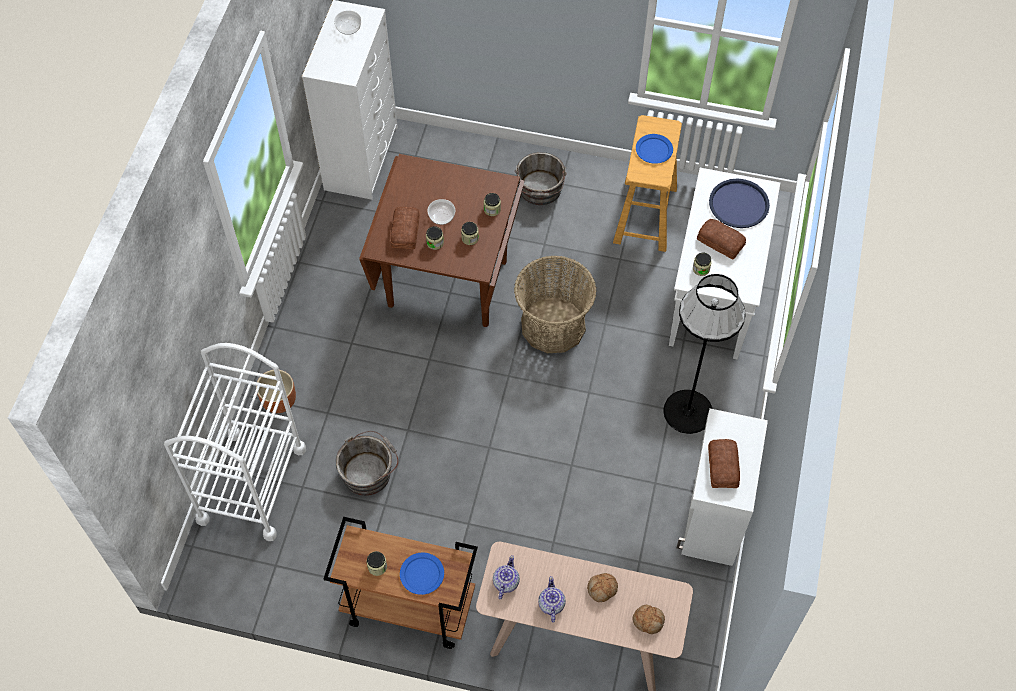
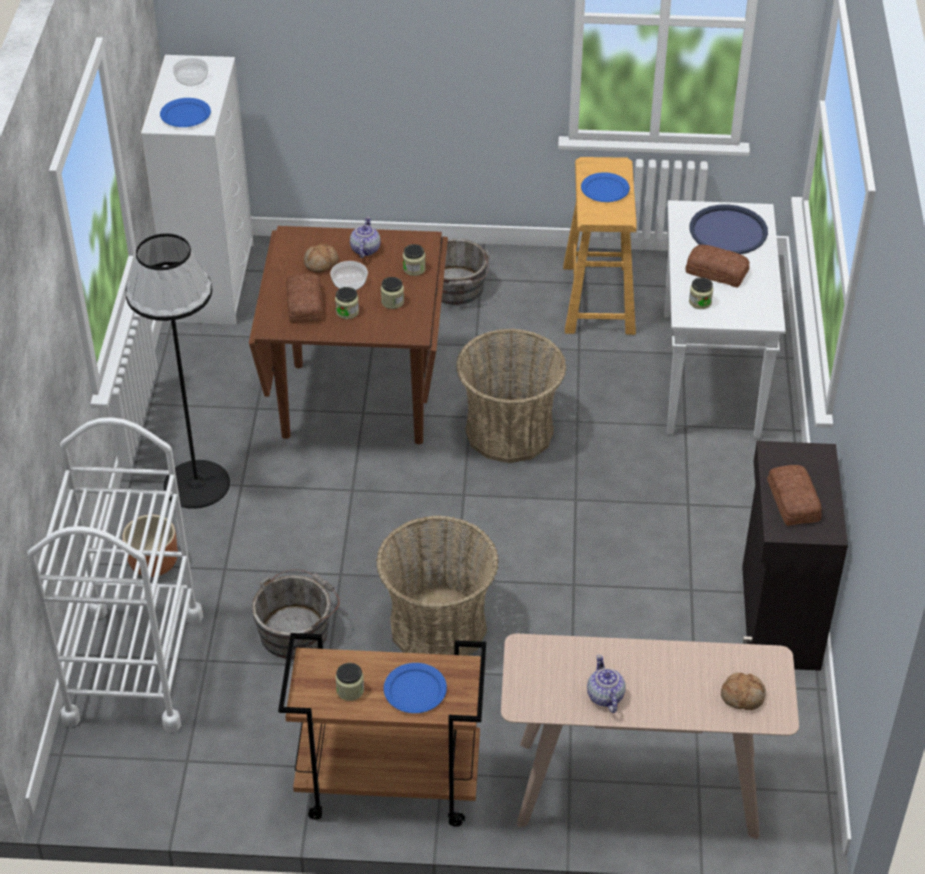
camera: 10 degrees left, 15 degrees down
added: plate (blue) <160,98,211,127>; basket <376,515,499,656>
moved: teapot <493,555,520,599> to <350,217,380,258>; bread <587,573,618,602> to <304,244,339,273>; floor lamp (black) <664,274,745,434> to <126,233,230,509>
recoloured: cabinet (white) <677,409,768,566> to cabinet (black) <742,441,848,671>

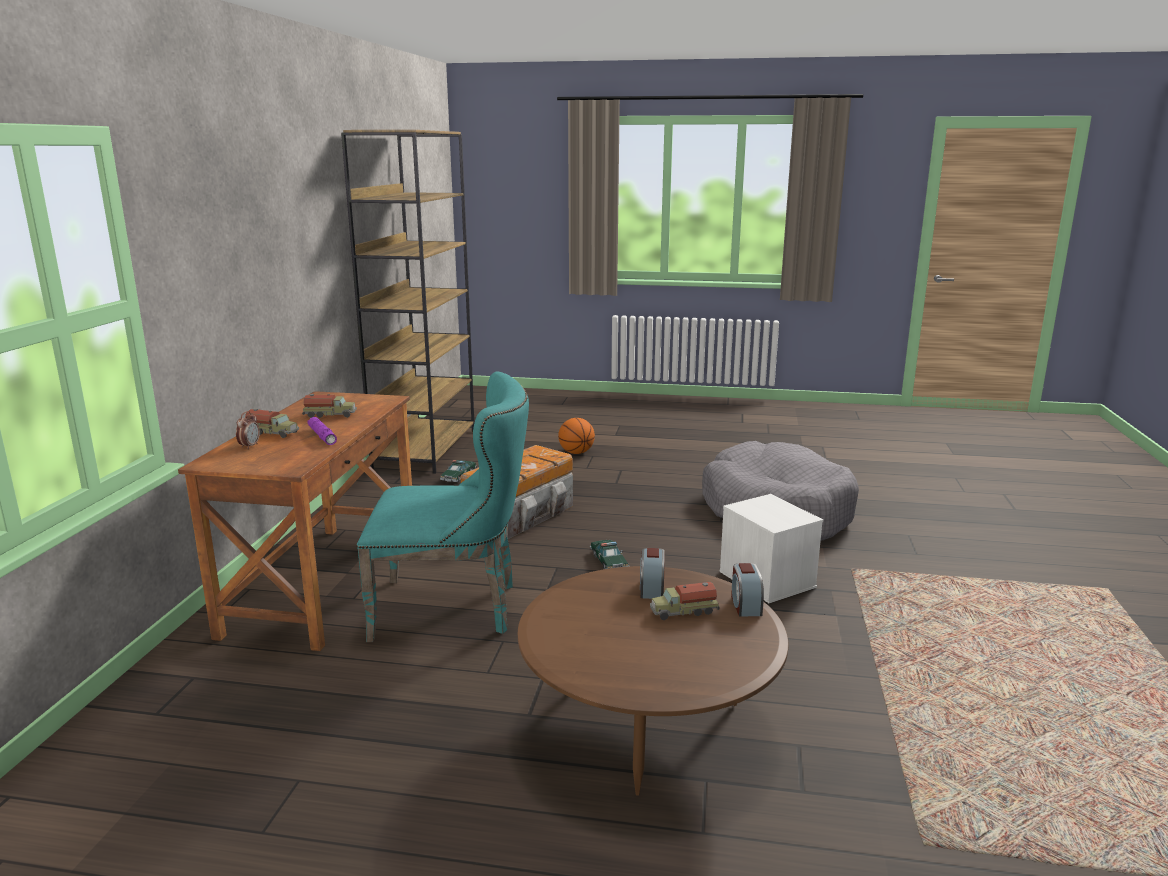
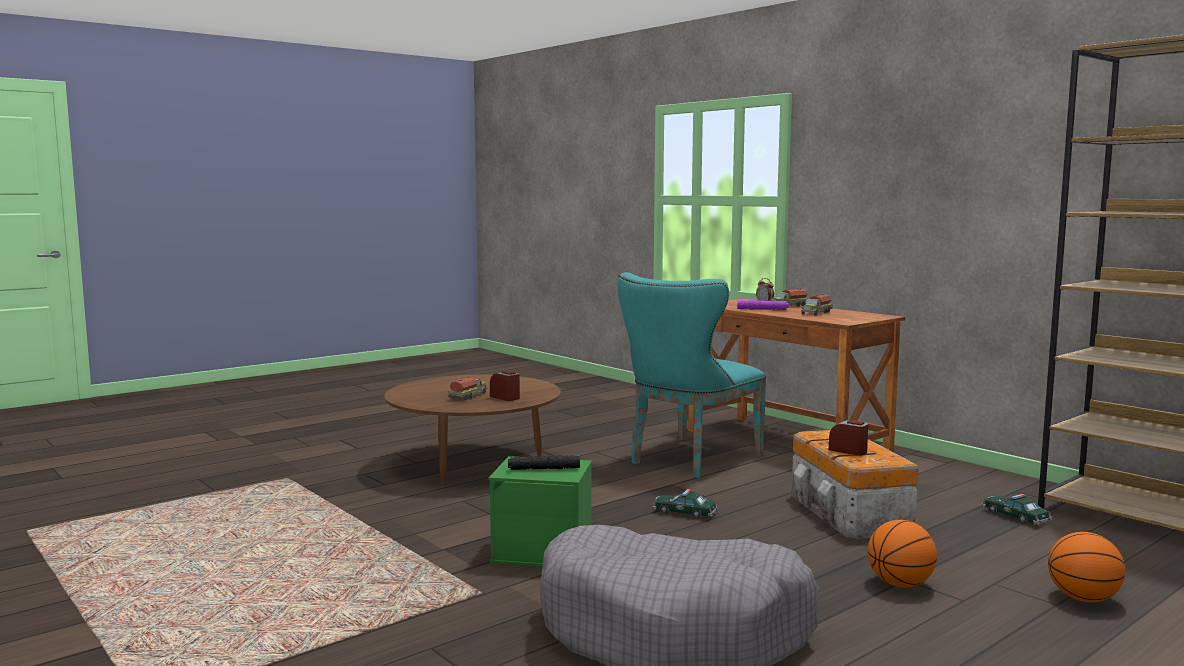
camera: 130 degrees right, 10 degrees down
added: flashlight (black) <508,455,580,470>; basketball <868,520,937,587>
moved: alarm clock <731,563,764,617> to <829,420,868,456>
recoloured: storage box (white) <720,494,823,603> to storage box (green) <489,456,592,567>

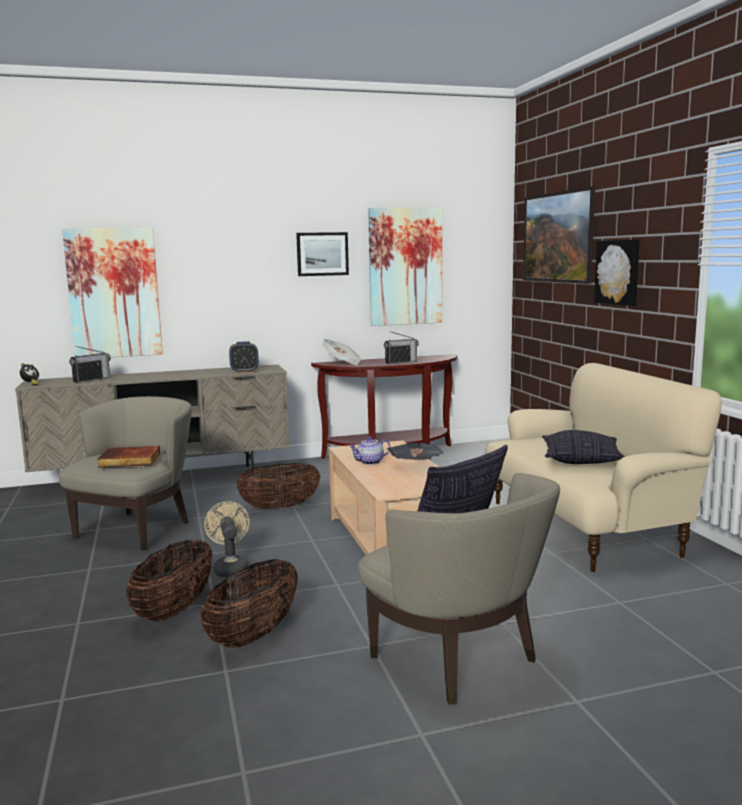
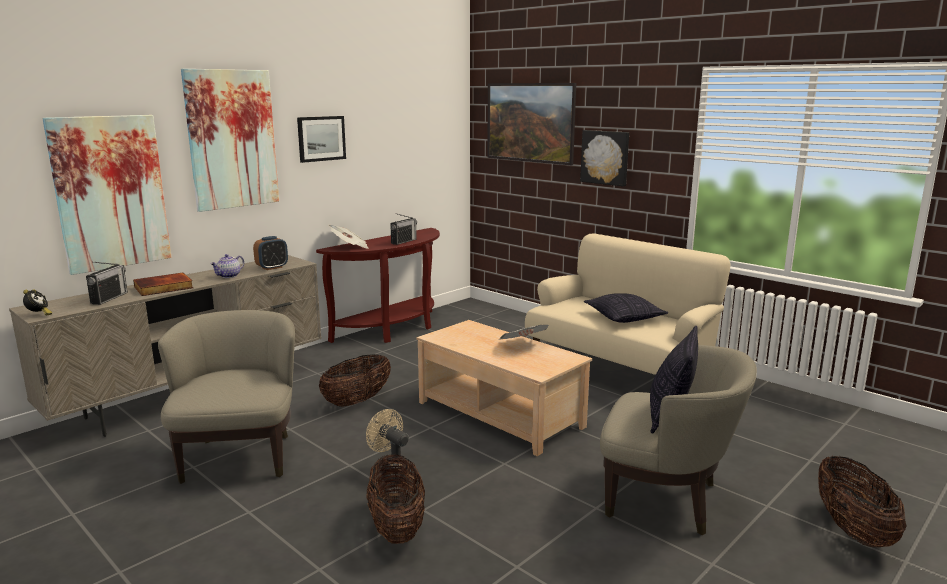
camera: 30 degrees left, 5 degrees up
moved: book <97,446,160,468> to <133,273,193,296>; basket <200,559,298,648> to <818,456,907,547>; teapot <349,437,390,465> to <210,254,244,278>; picture <368,208,442,326> to <181,69,279,212>

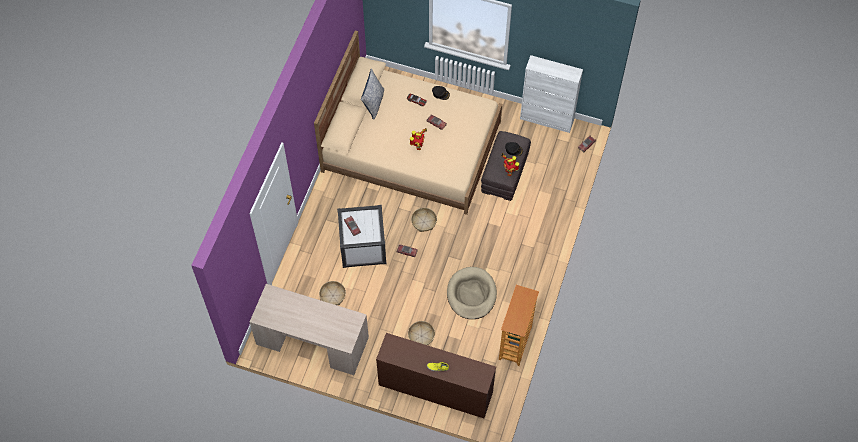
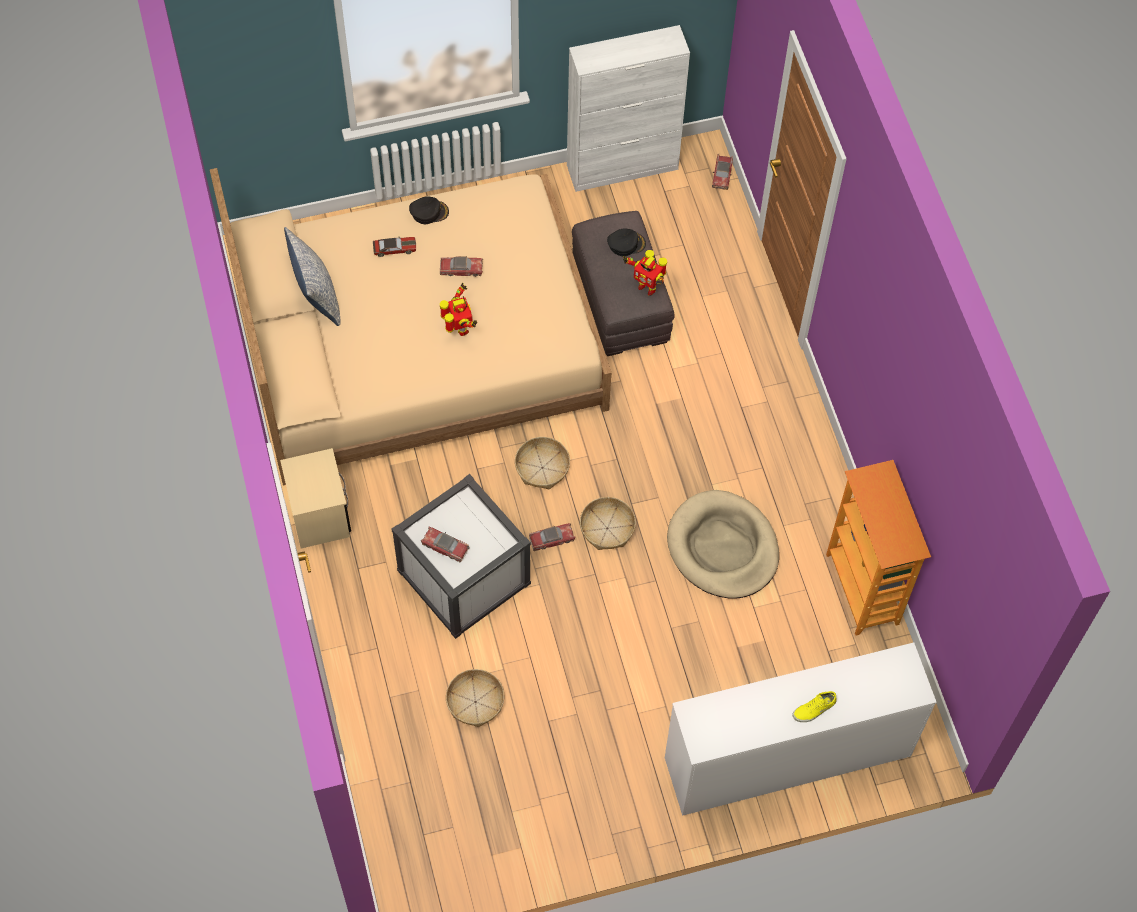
camera: 35 degrees left, 0 degrees up
removed: desk (beige) <250,284,369,375>
added: nightstand (beige) <280,448,351,548>
moved: basket <408,321,435,345> to <580,497,636,550>
recoloured: dresser (brown) <376,333,496,418> to dresser (white) <665,642,937,816>

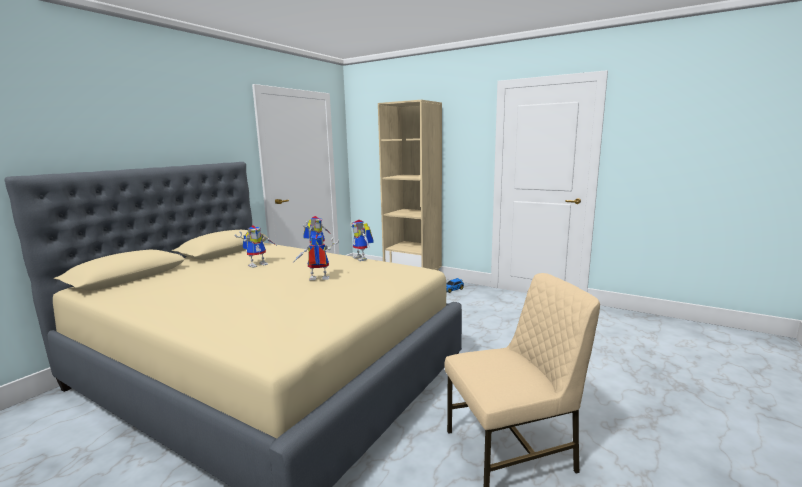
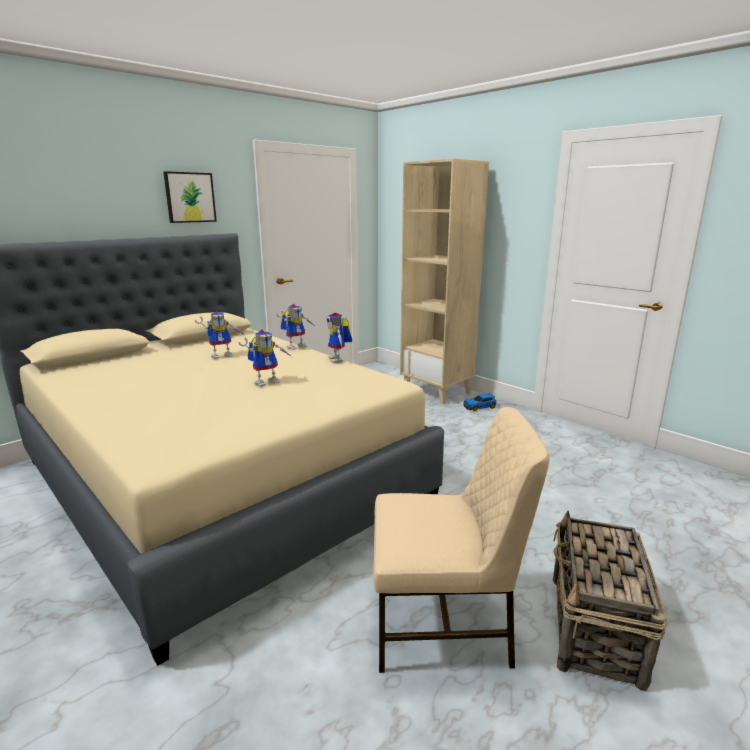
camera: 15 degrees right, 5 degrees up
added: picture <163,171,217,223>; basket <553,511,667,691>
turned: toy robot <294,234,339,280> = <238,330,292,387> 135 degrees clockwise

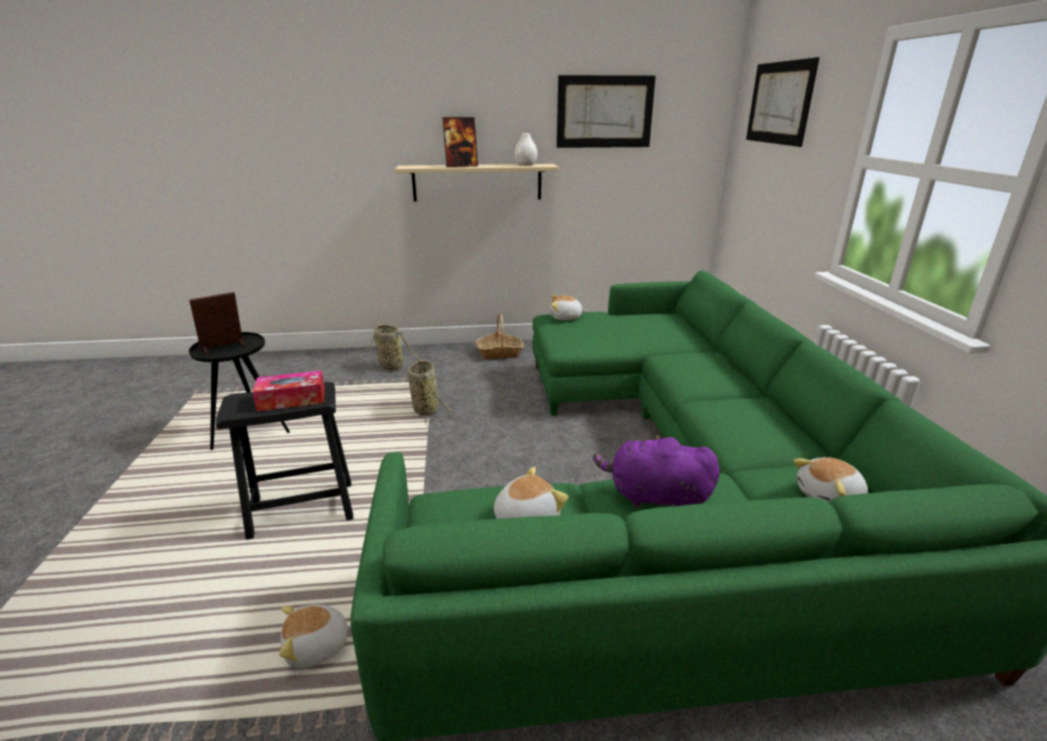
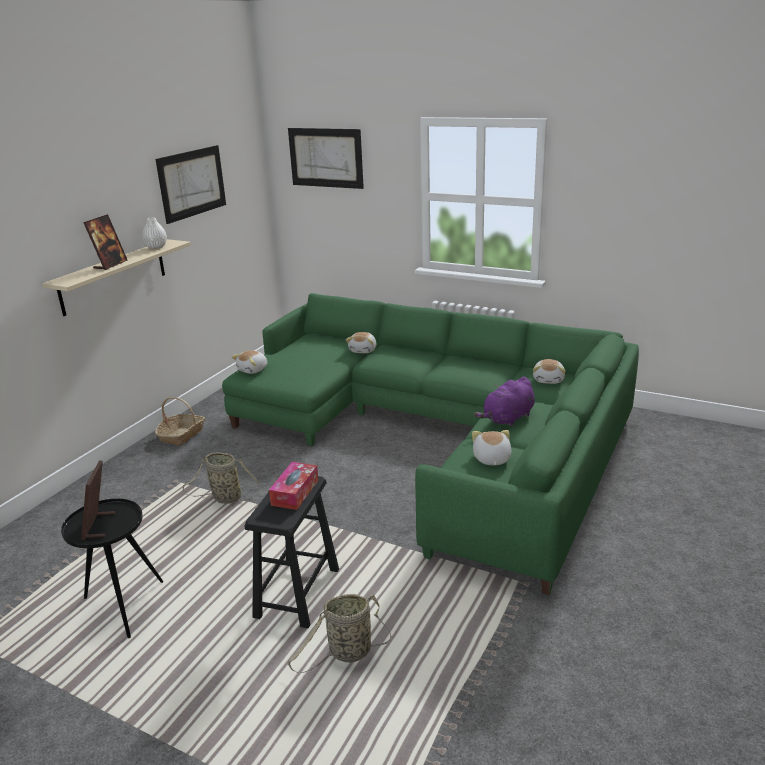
camera: 55 degrees left, 0 degrees up
moved: plush toy <279,605,351,669> to <346,332,377,353>; basket <361,324,420,372> to <287,594,392,673>

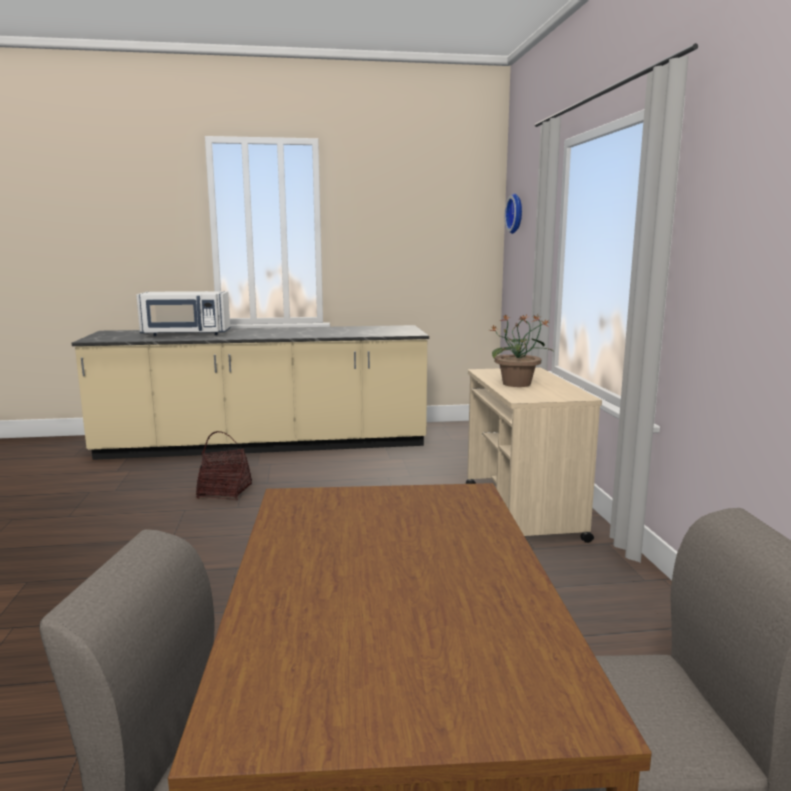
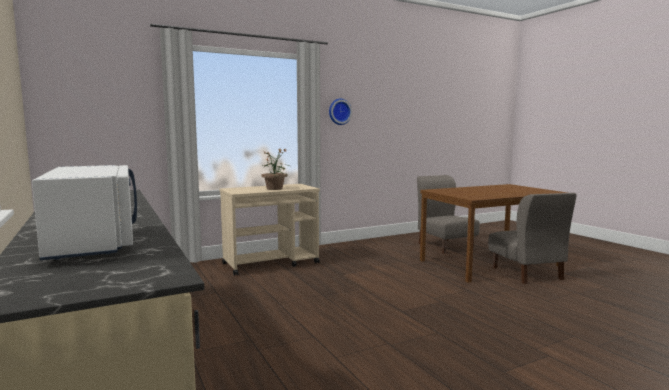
camera: 110 degrees left, 5 degrees down
removed: basket <196,431,252,500>
moved: wall clock <505,193,522,234> to <329,99,352,125>

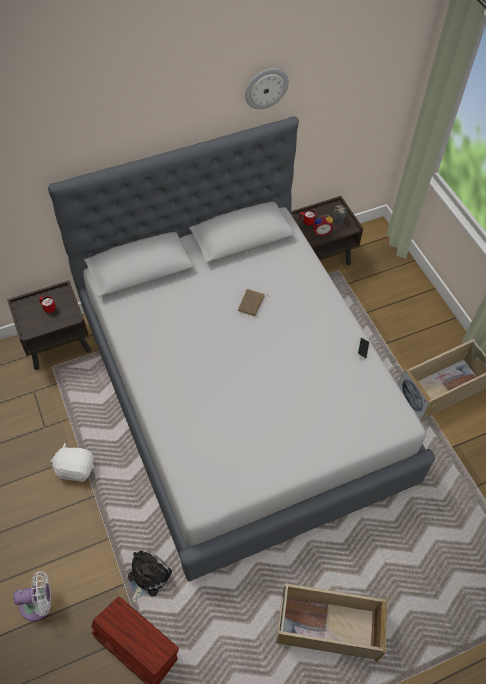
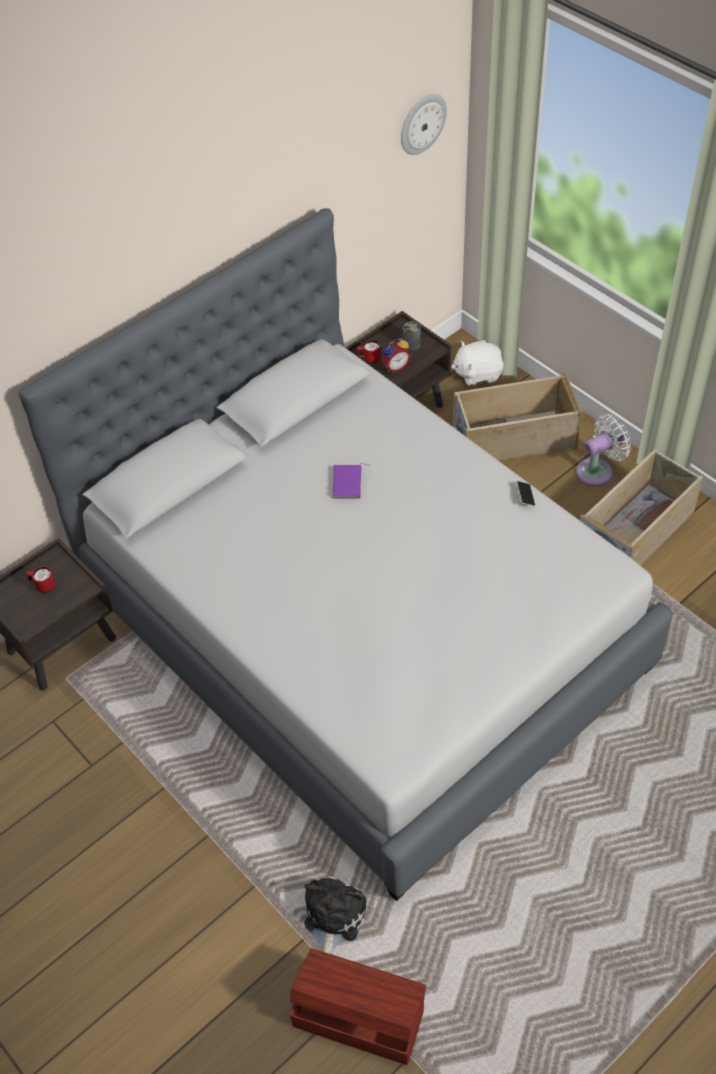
camera: 15 degrees left, 5 degrees down
moved: fan (white) <13,571,51,621> to <576,414,631,486>; plush toy (white) <50,442,94,482> to <451,340,504,386>; wall clock <245,68,289,109> to <401,94,447,155>; storage box (beige) <276,583,388,662> to <453,372,582,461>
recoloured: book (brown) <237,289,269,316> to book (purple) <332,463,370,499>

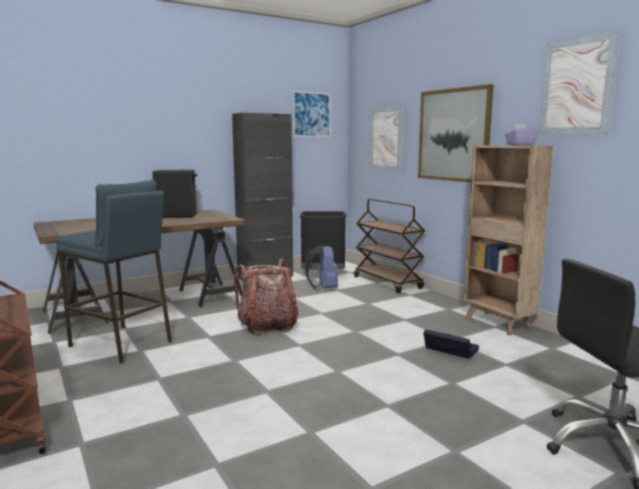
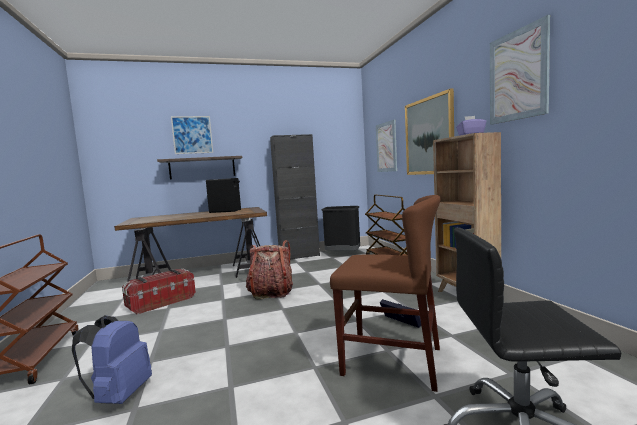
camera: 15 degrees right, 5 degrees down
added: shelf <157,156,242,180>; chair (brown) <330,195,440,392>
moved: picture <293,91,331,137> to <171,116,213,154>; backpack (blue) <305,244,338,291> to <72,315,152,404>
replaced: stool (blue) <56,180,172,364> to storage box <122,269,196,315>

